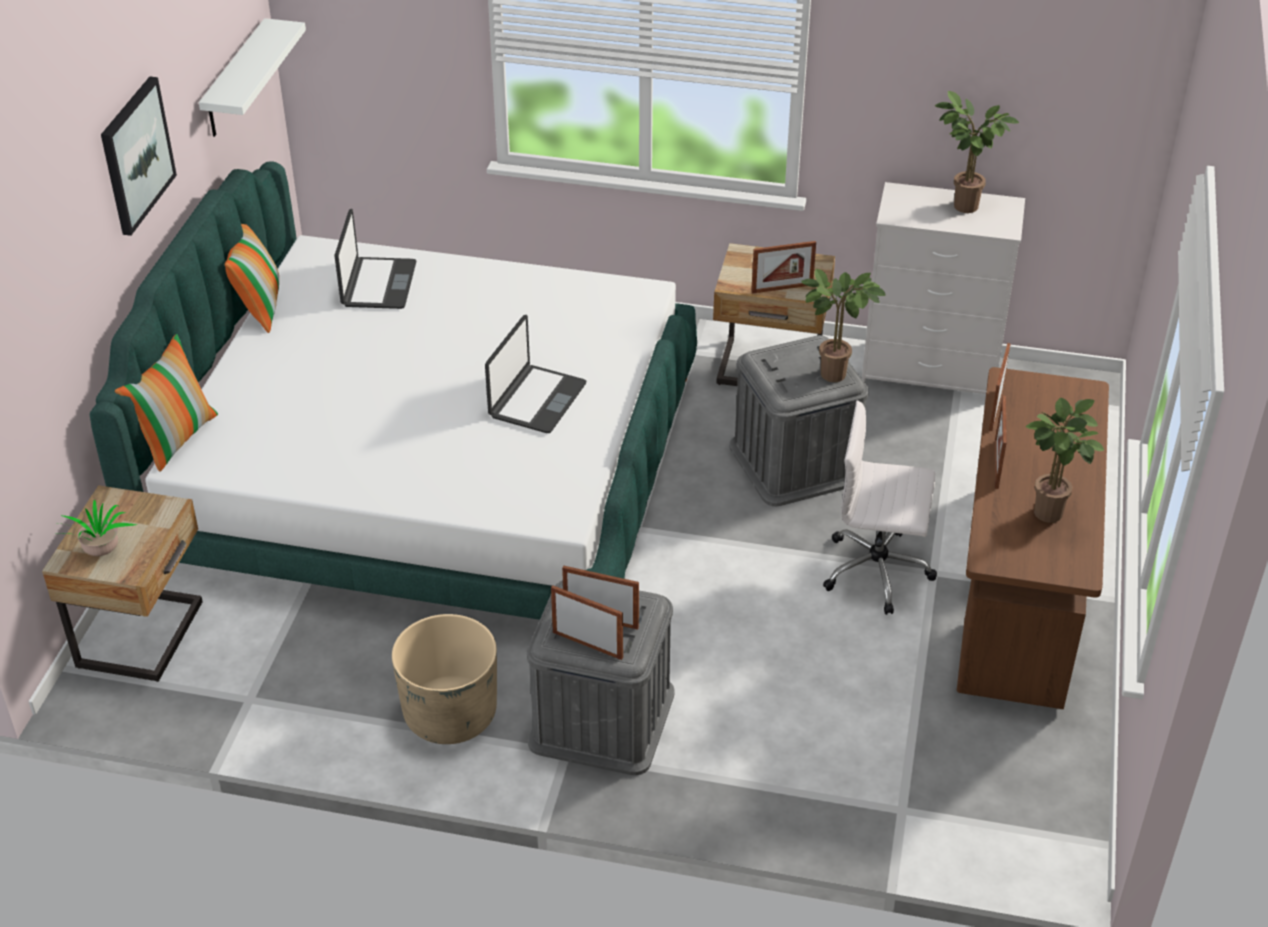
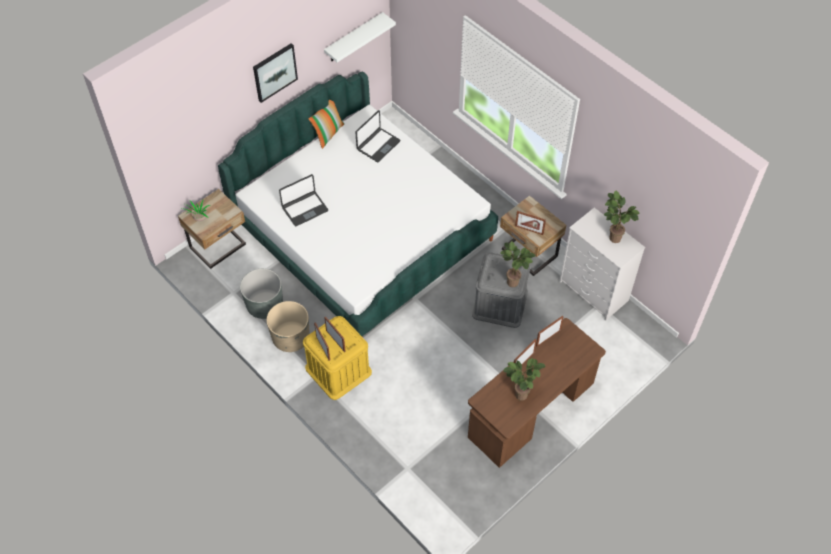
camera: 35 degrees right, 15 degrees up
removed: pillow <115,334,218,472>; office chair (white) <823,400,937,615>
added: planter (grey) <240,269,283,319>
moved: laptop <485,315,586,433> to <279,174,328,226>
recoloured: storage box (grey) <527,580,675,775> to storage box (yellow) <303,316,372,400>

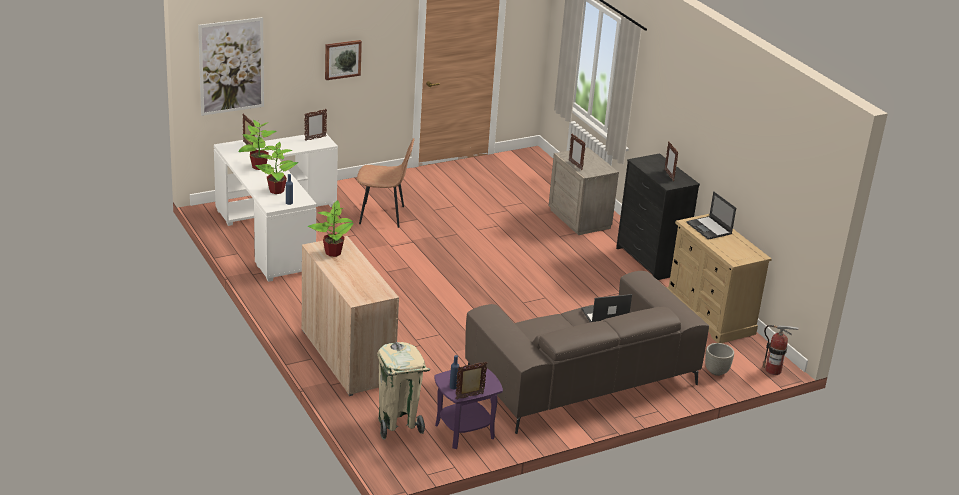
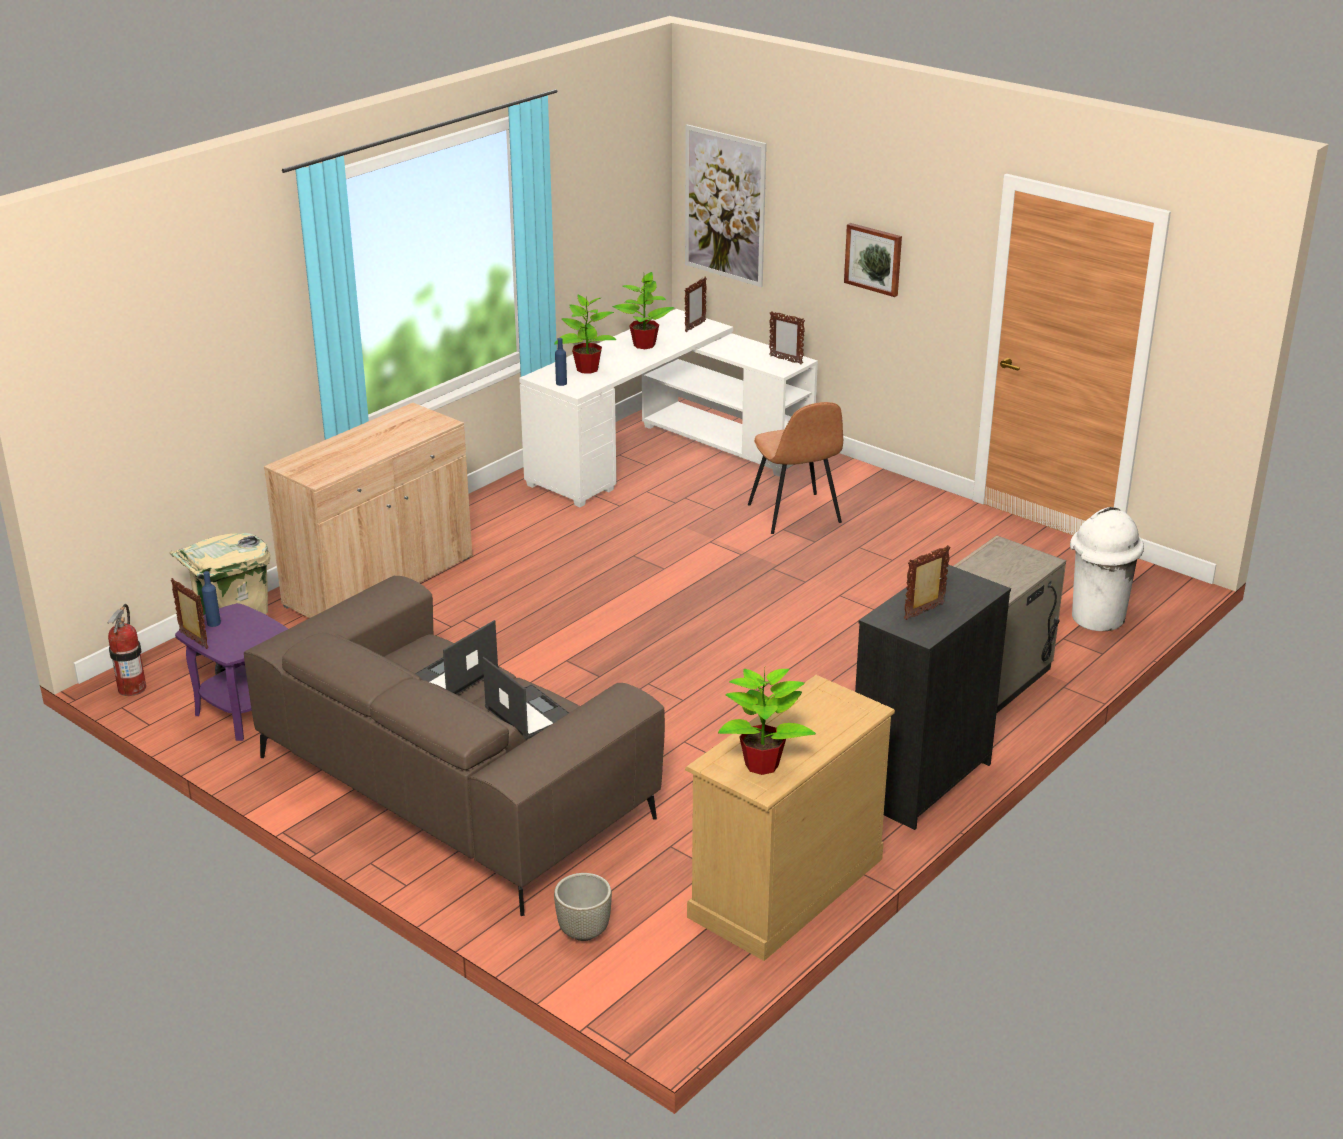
camera: 70 degrees right, 0 degrees up
removed: picture frame <569,133,586,170>
added: trash can (white) <1070,507,1144,631>
moved: potted plant <308,200,354,257> to <718,665,816,775>; laptop <687,191,736,240> to <415,620,499,695>; fire extinguisher <763,325,799,375> to <107,604,146,696>

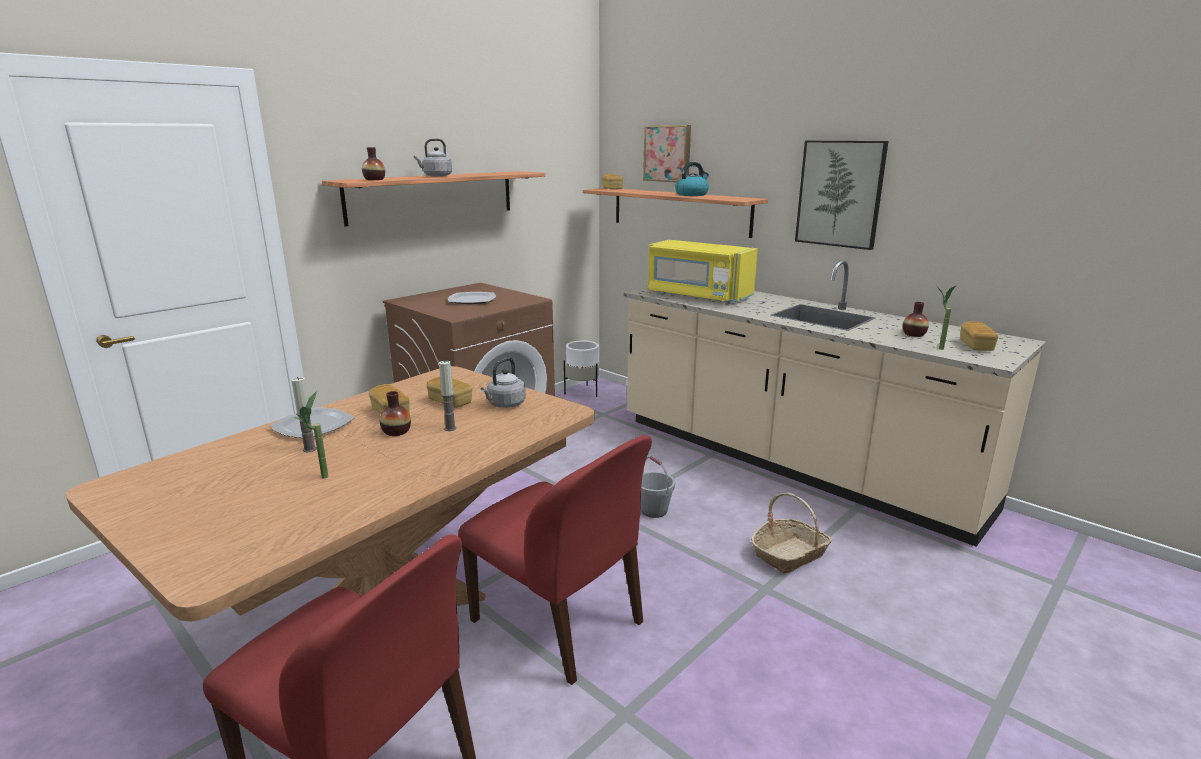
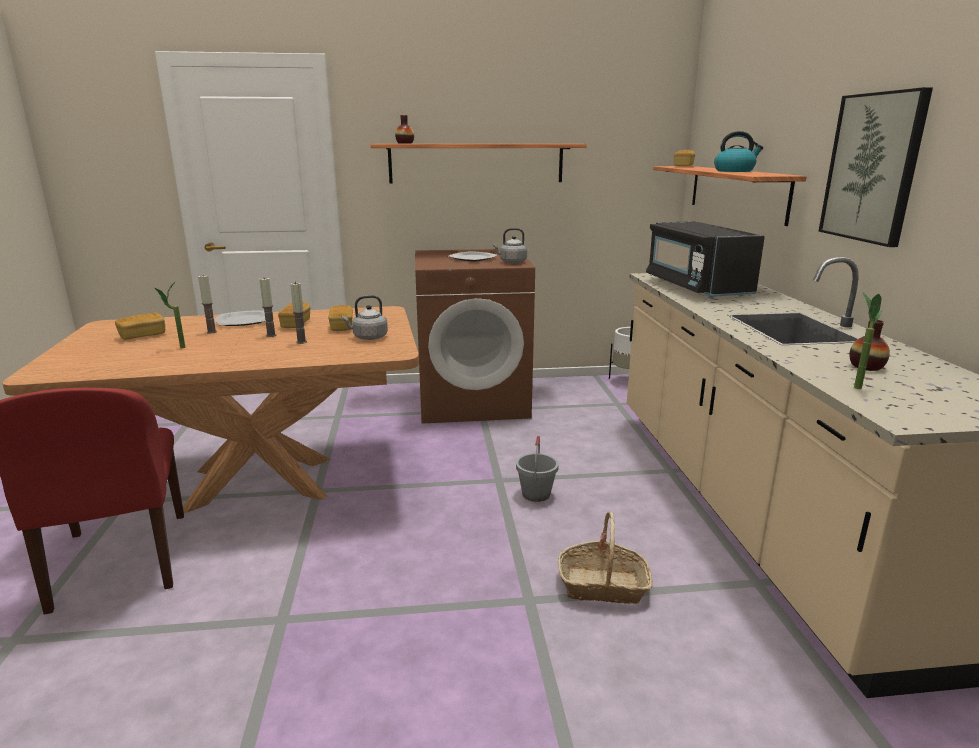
camera: 40 degrees right, 0 degrees up
removed: chair (red) <458,435,652,685>; picture <643,125,691,182>
moved: kettle (grey) <414,139,452,177> to <493,228,527,264>; bread <960,321,998,351> to <115,312,165,340>
replaced: vase <379,391,411,436> to candle <259,278,277,337>
recoloured: microwave (yellow) <648,240,758,304> to microwave (black) <646,221,765,298>

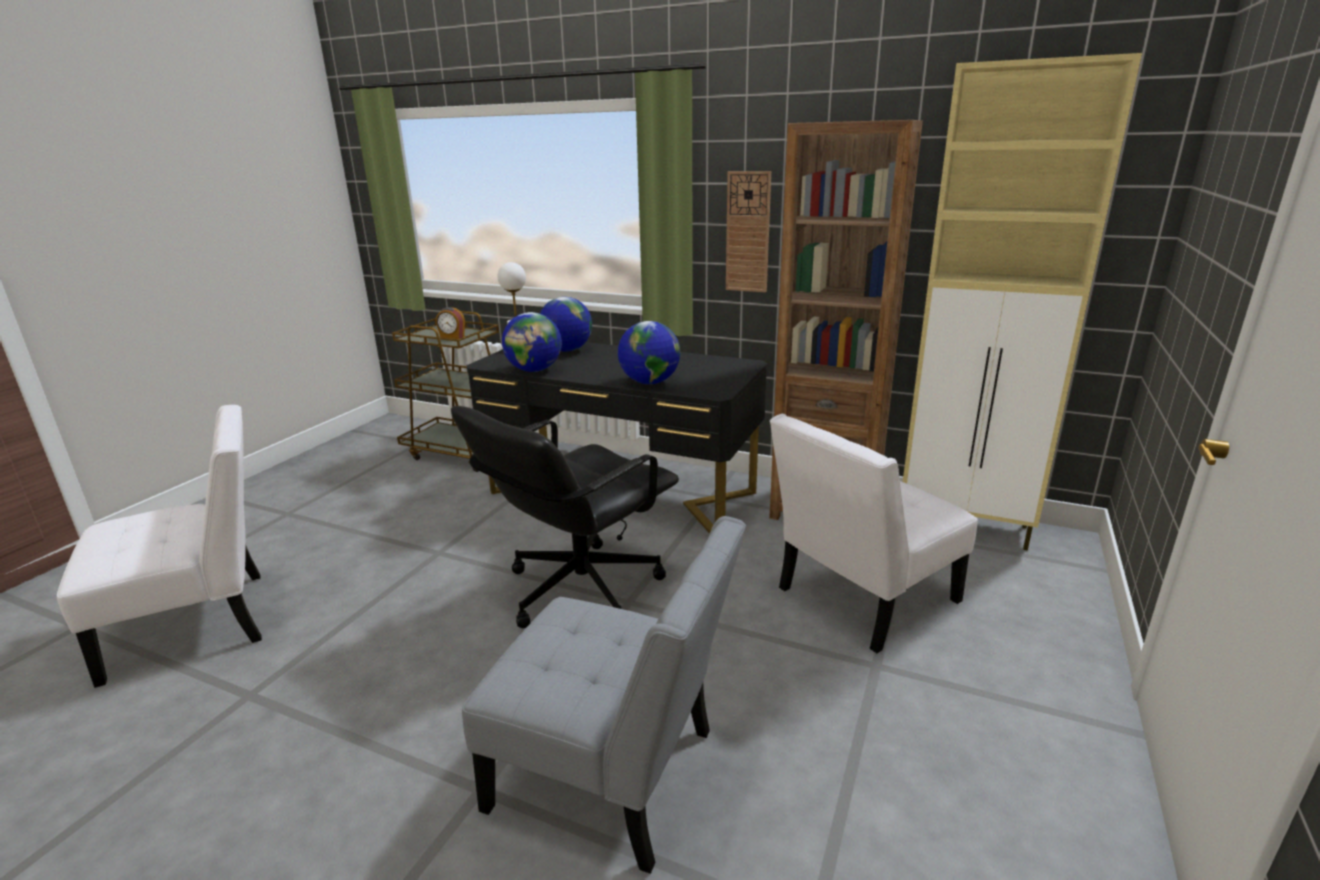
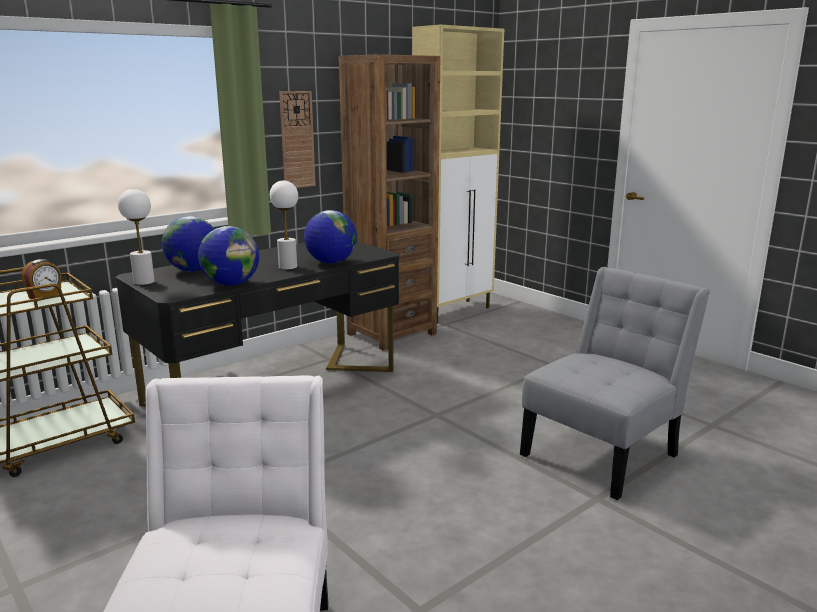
camera: 65 degrees left, 5 degrees down
removed: office chair (black) <451,406,679,628>; chair (white) <770,414,978,653>
added: table lamp (white) <270,181,298,270>

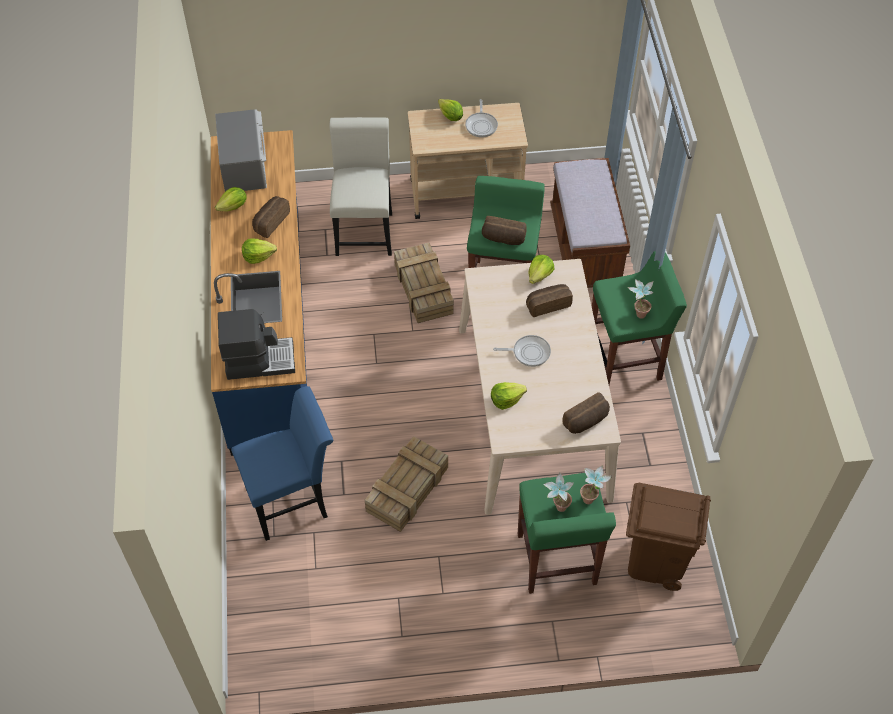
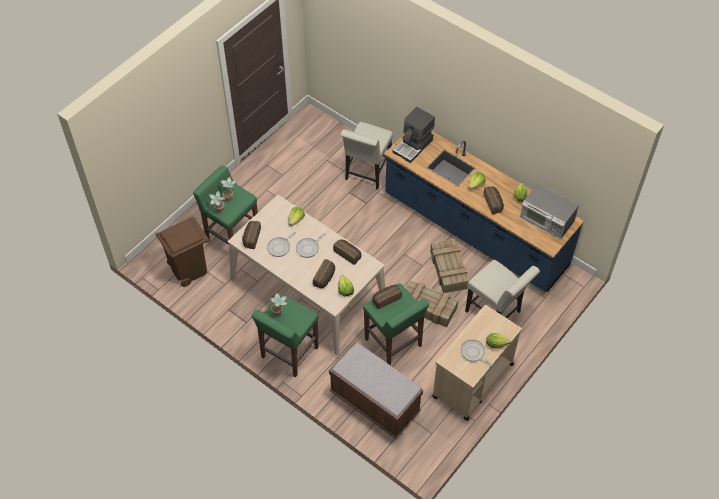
camera: 135 degrees right, 0 degrees up
added: frying pan <267,232,296,257>; bread <333,239,361,265>
moved: crate <365,436,448,532> to <430,239,469,293>
recoloured: chair (blue) <231,386,333,541> to chair (white) <340,122,393,190>

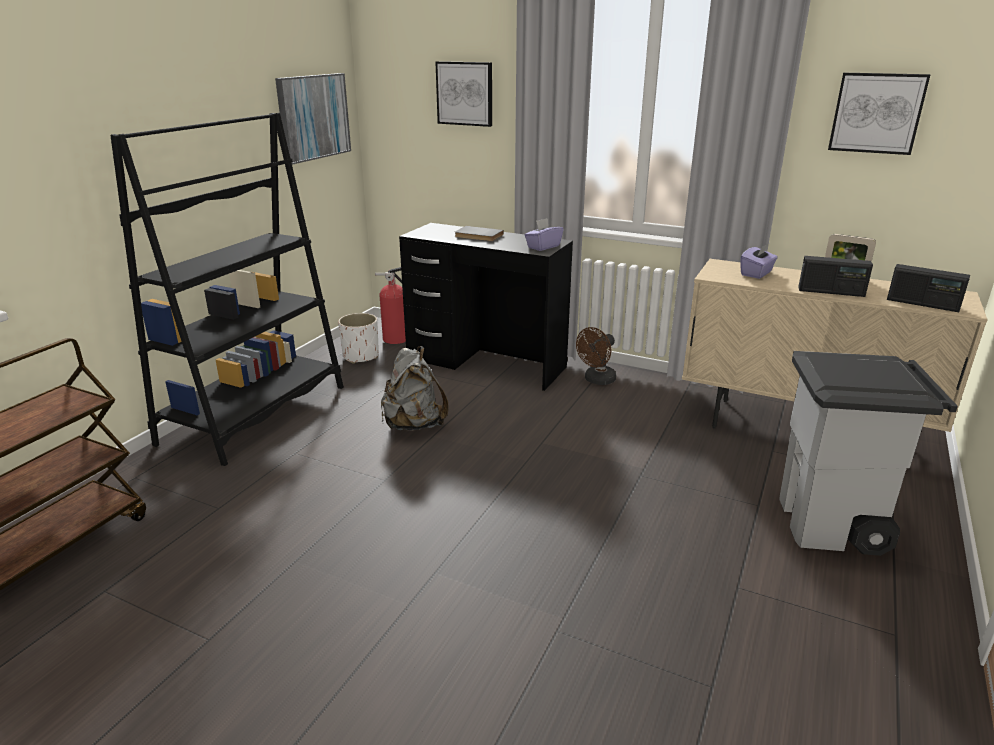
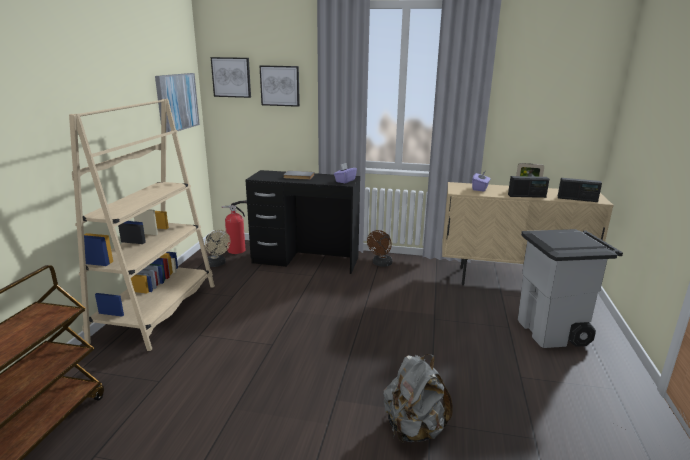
camera: 15 degrees left, 5 degrees down
moved: backpack (grey) <381,346,449,431> to <383,354,453,443>; picture <828,73,930,155> to <211,57,251,98>
replaced: planter (white) <338,313,379,364> to fan (beige) <205,230,230,267>
recoloured: bookcase (black) <110,113,344,466> to bookcase (beige) <69,99,215,351>

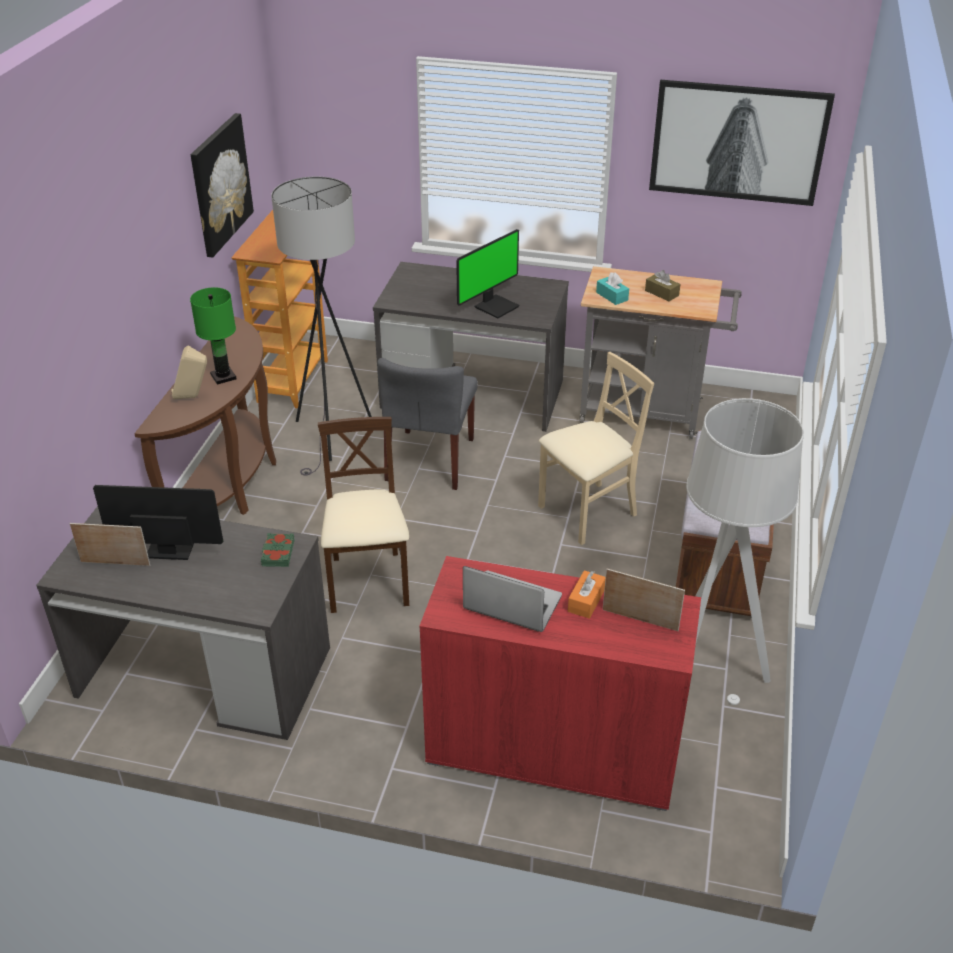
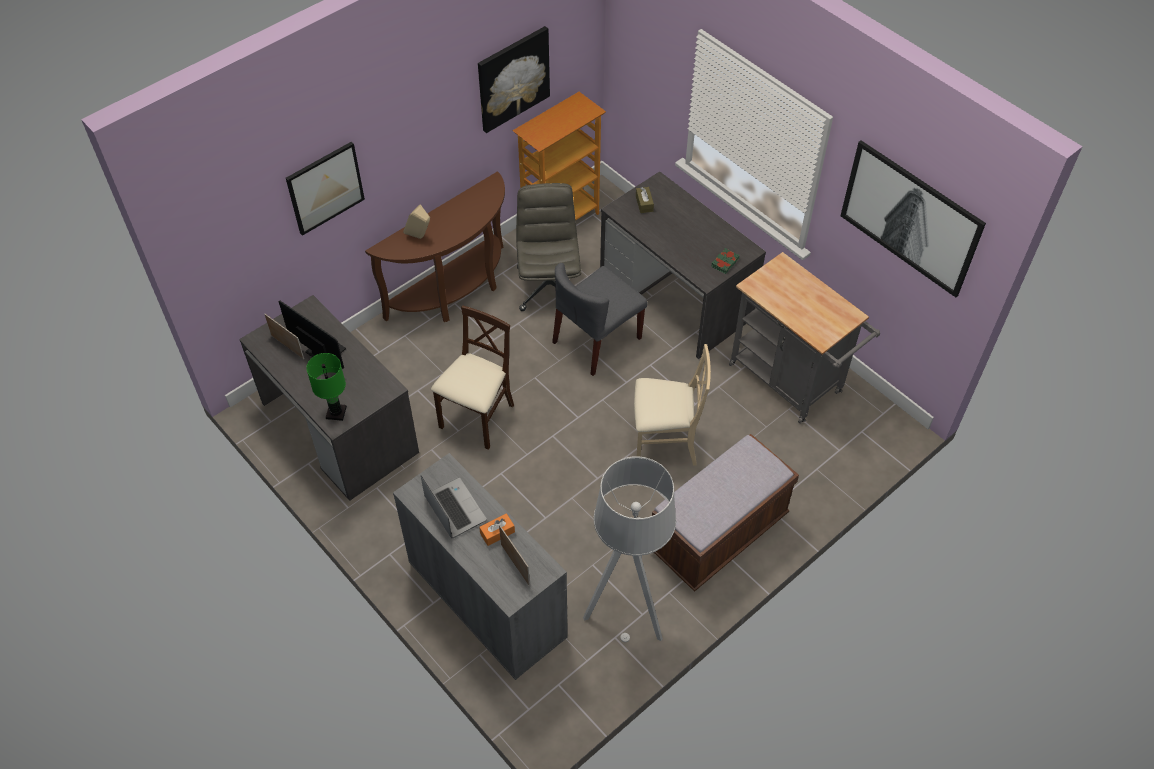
camera: 35 degrees right, 15 degrees up
removed: monitor <456,229,520,318>; tissue box (turquoise) <596,272,629,305>
added: picture <286,142,365,236>
moved: table lamp (green) <190,287,236,385> to <306,353,347,421>; book (green) <261,533,295,567> to <711,248,740,274>; tissue box (brown) <645,270,681,301> to <636,187,654,213>
replaced: floor lamp (grey) <271,176,372,476> to office chair (grey) <516,183,581,311>
recoloured: cabinet (red) <419,556,701,811> to cabinet (grey) <393,453,568,680>

